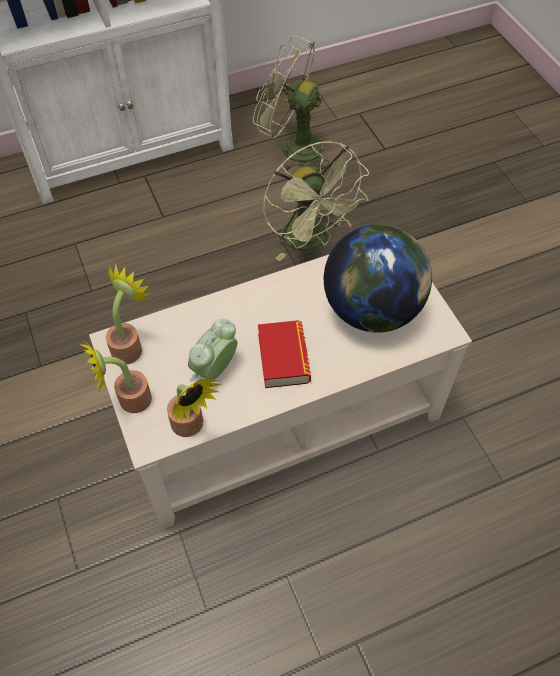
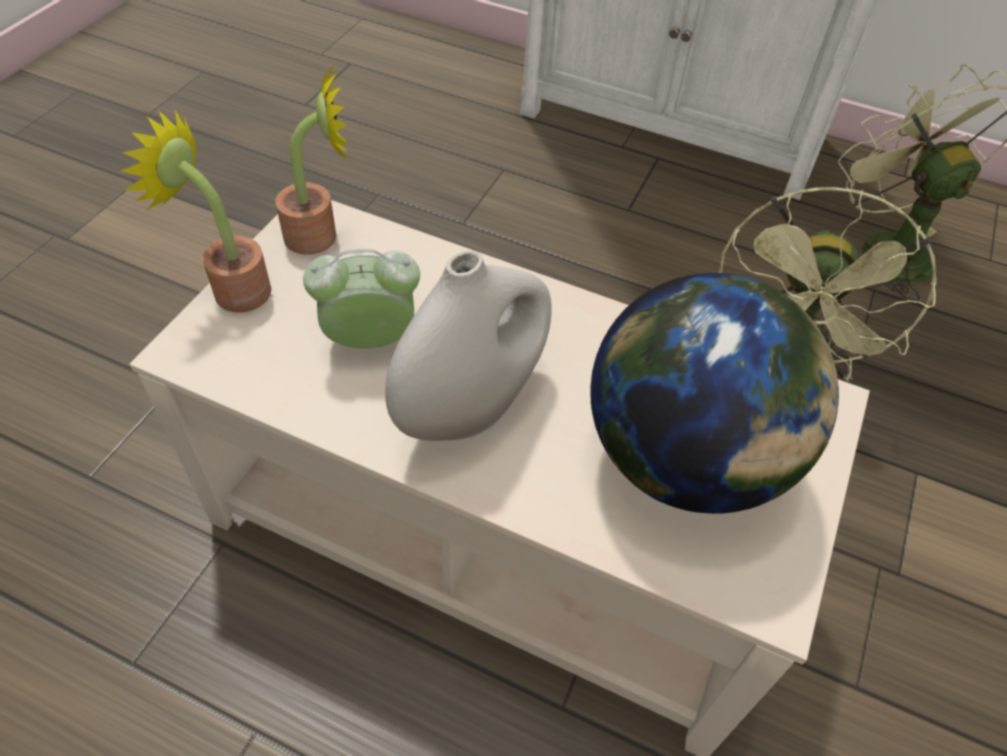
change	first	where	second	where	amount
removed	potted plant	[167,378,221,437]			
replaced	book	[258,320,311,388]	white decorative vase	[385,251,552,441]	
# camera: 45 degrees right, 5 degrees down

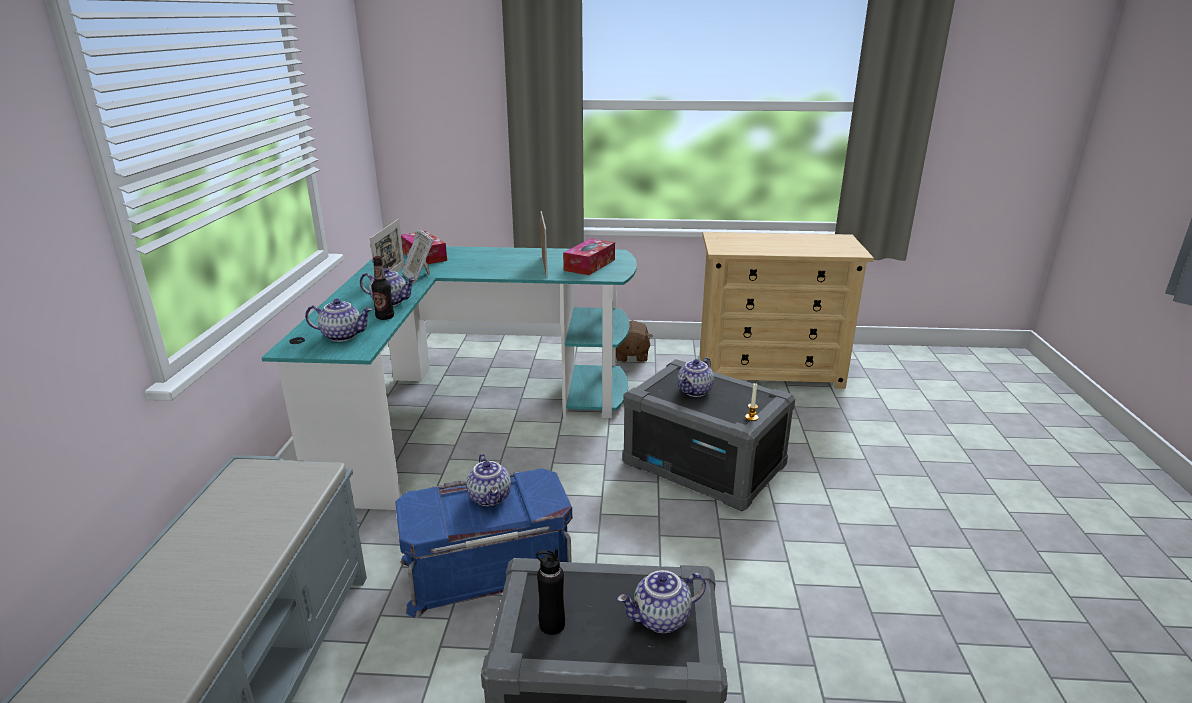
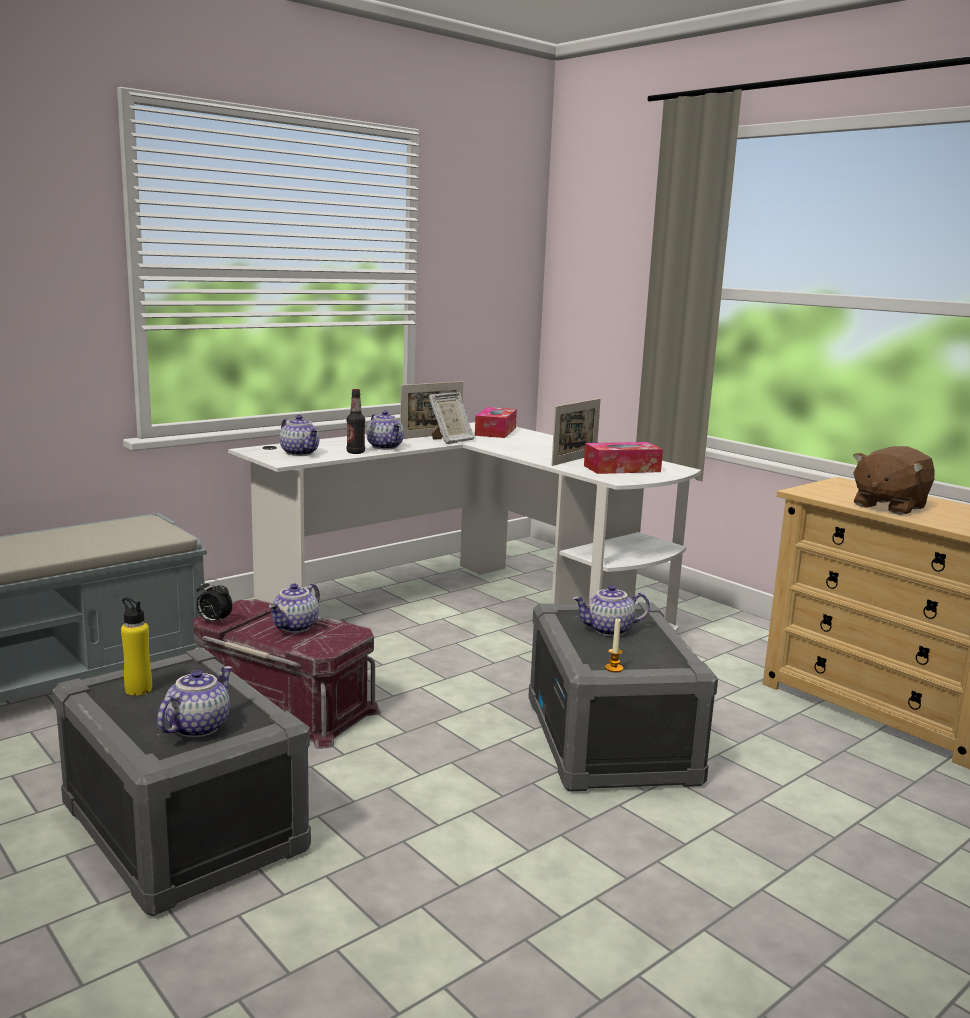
change	first	where	second	where	amount
recoloured	turquoise desk	[261,246,637,510]	white desk	[228,422,701,632]	
recoloured	bluish storage box	[395,468,572,618]	red storage box	[194,599,381,749]	
turned	picture frame	[402,230,434,284]		[428,392,474,444]	150 degrees counterclockwise
recoloured	blackish drink bottle	[536,548,565,635]	yellow drink bottle	[121,598,152,695]	
moved	brown-coloured soft toy	[616,320,652,362]		[853,446,935,515]	
turned	teapot	[617,570,706,633]		[157,666,233,737]	90 degrees clockwise
added			alarm clock	[196,578,233,624]	
# camera: 45 degrees right, 10 degrees down

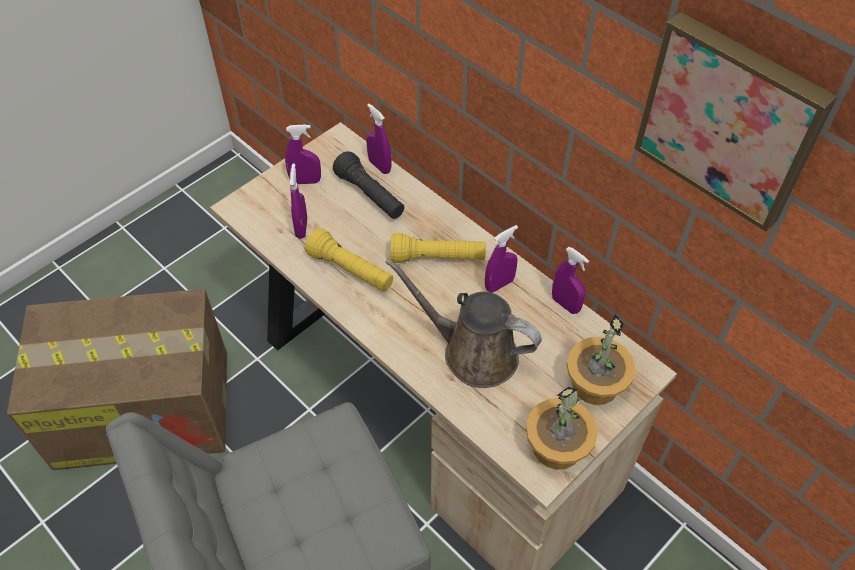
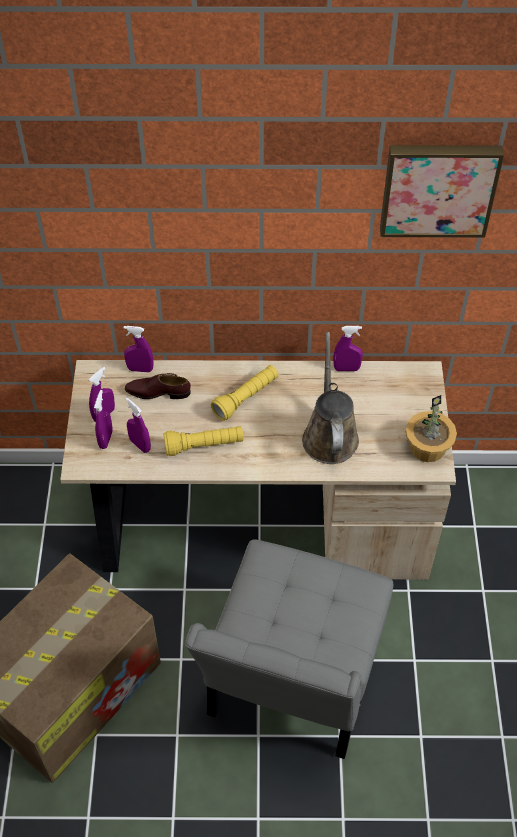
change	first	where	second	where	amount
replaced	blackish torch	[333,151,404,219]	brown-coloured shoe	[125,373,191,399]	
turned	brown-coloured watering can	[385,258,542,388]		[302,332,359,464]	105 degrees clockwise
moved	purple spray bottle	[485,225,518,293]		[94,390,113,449]	
removed	potted plant	[566,314,636,405]			
# camera: 45 degrees left, 0 degrees up

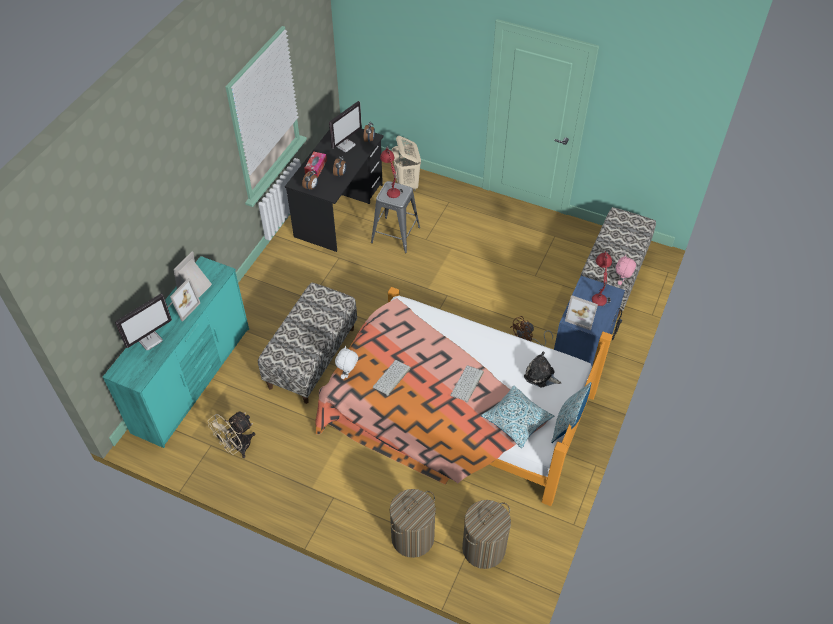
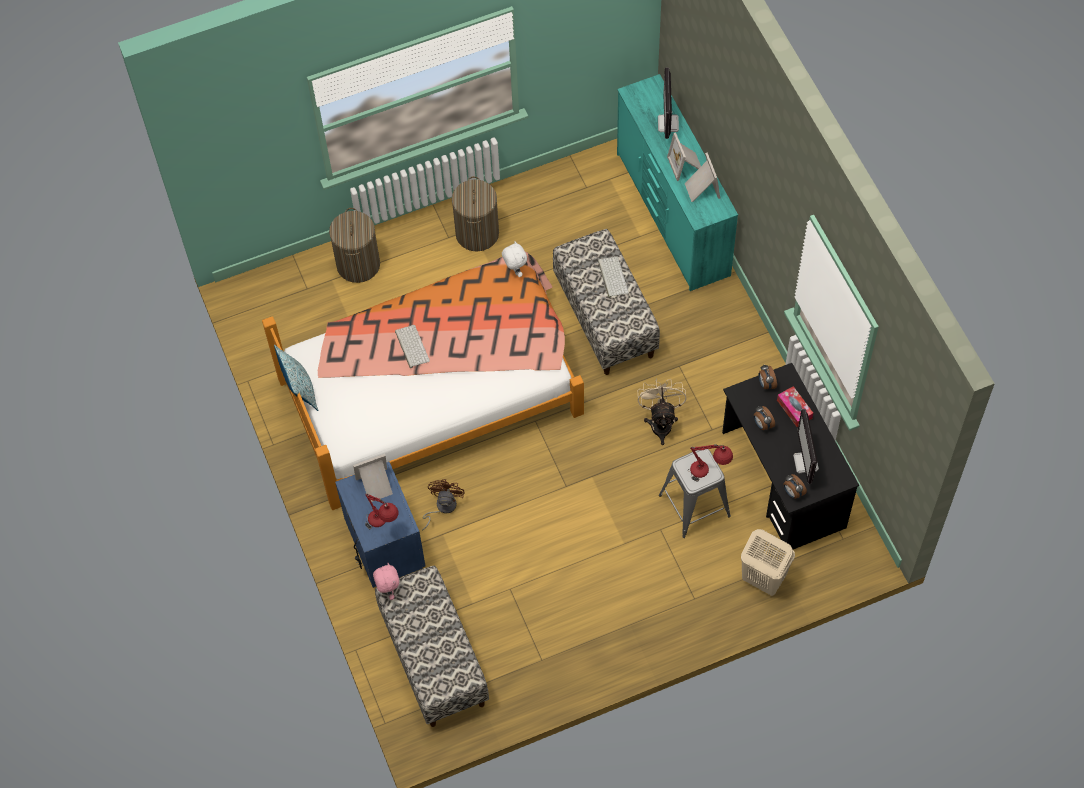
change	first	where	second	where	amount
moved	beige-coloured electric fan	[208,411,255,458]		[638,378,687,445]	
moved	computer keyboard	[373,360,411,396]		[598,256,629,298]	
moved	hamper	[462,500,511,569]		[452,176,499,252]	
removed	cushion	[481,386,554,448]			
removed	soft toy	[524,351,561,387]			
# camera: 135 degrees right, 10 degrees up

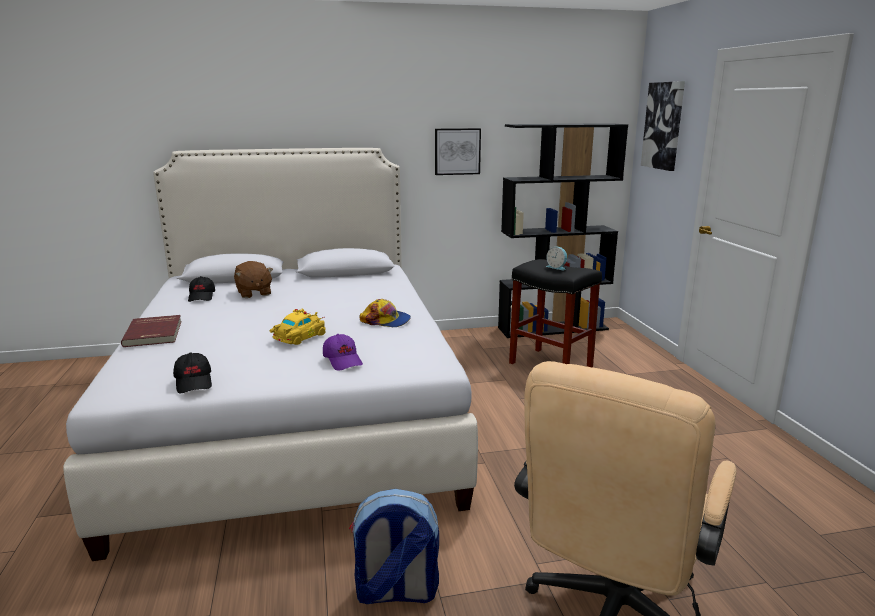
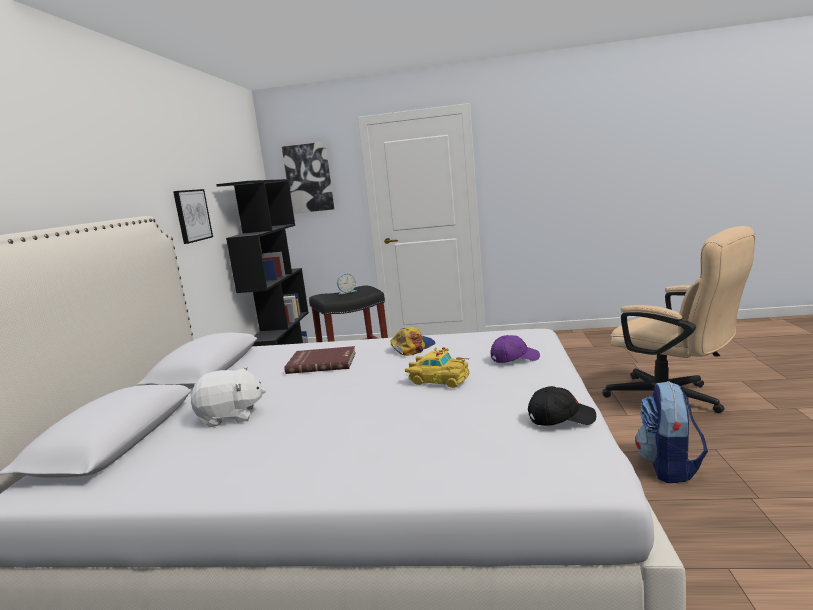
change	first	where	second	where	amount
moved	red book	[121,315,182,347]		[284,346,356,374]	
removed	blackish peaked cap	[188,276,215,302]			
recoloured	brown-coloured soft toy	[234,261,273,298]	white soft toy	[191,367,266,427]	
turned	yellow model car	[269,309,326,345]		[405,347,470,388]	150 degrees clockwise
# camera: 70 degrees left, 5 degrees down

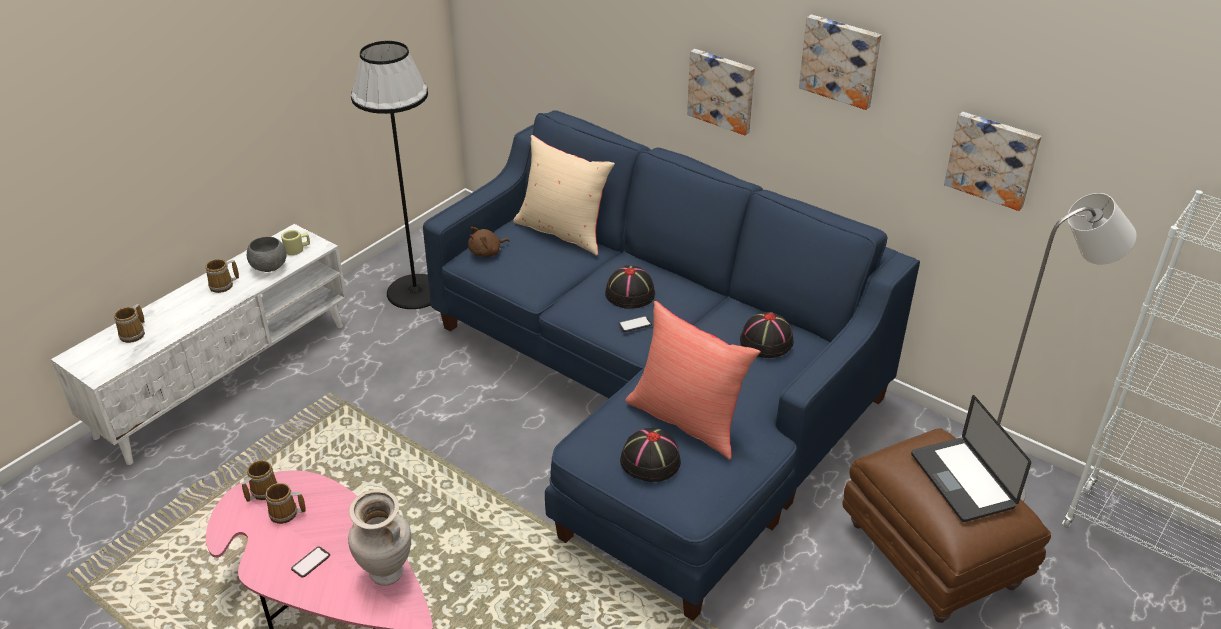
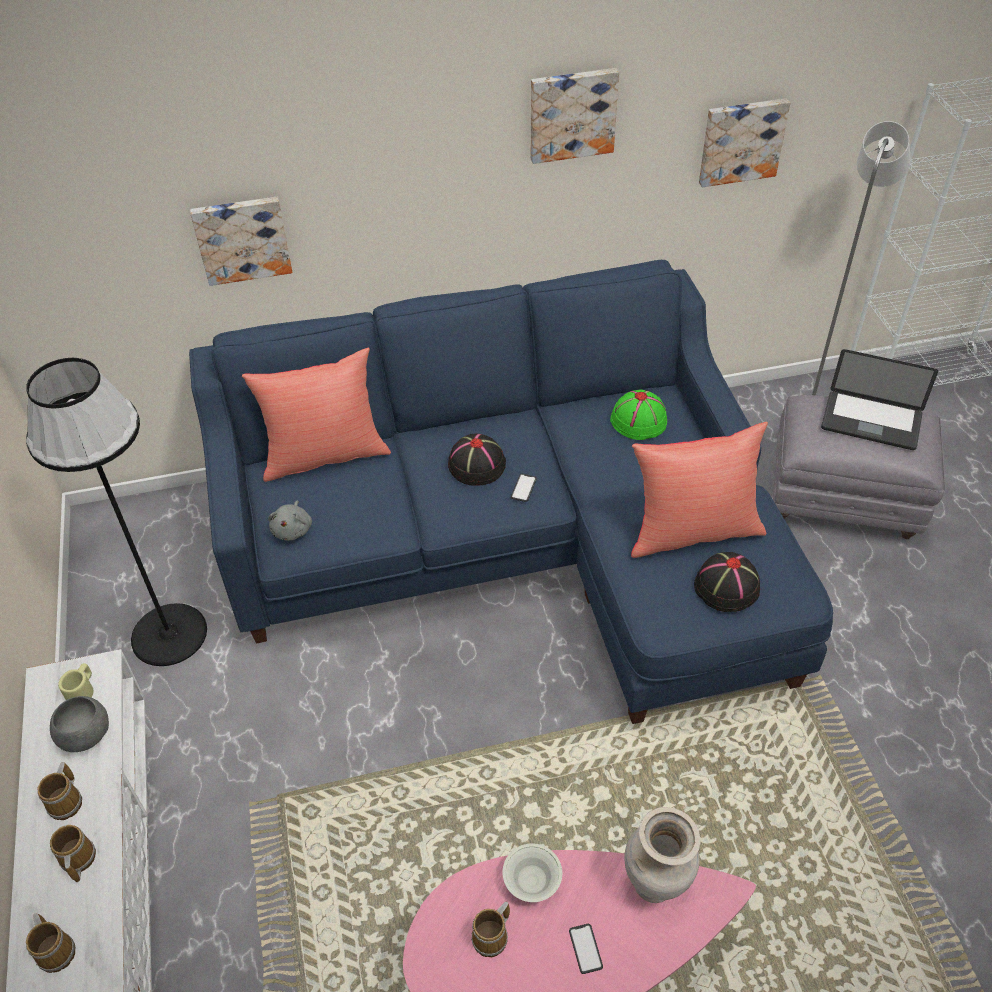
change	first	where	second	where	amount
moved	tea mug	[242,460,278,502]		[50,825,96,882]	
recoloured	brown-coloured soft toy	[468,227,510,257]	grey soft toy	[268,500,312,541]	
recoloured	beige-coloured cushion	[513,135,615,256]	red cushion	[242,348,391,482]	
moved	picture	[687,49,755,135]		[190,197,293,286]	
recoloured	blackish wearable hat	[740,312,794,358]	greenish wearable hat	[610,389,667,440]	
recoloured	brown-coloured ottoman	[842,428,1051,623]	grey ottoman	[773,395,945,539]	
added			white bowl	[502,843,562,902]	
# camera: 50 degrees left, 10 degrees up

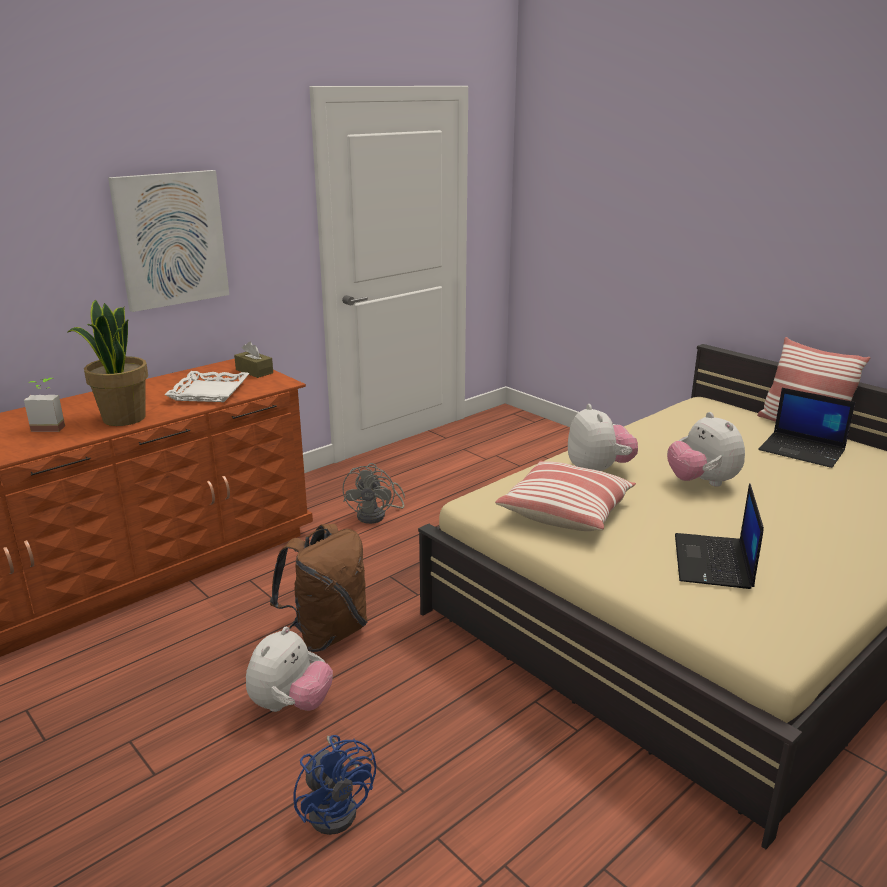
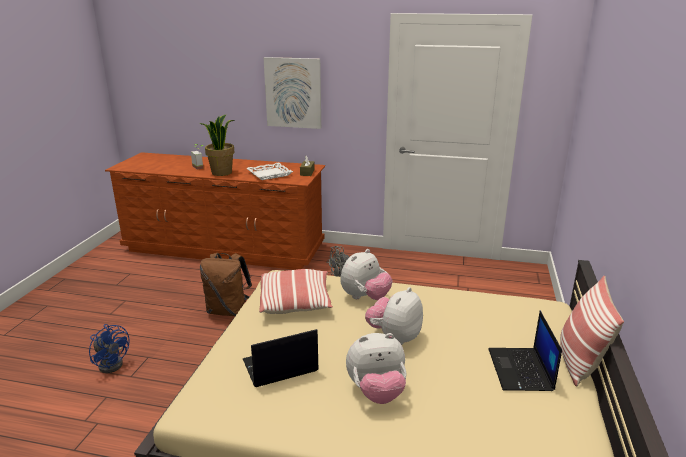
change	first	where	second	where	amount
moved	soft toy	[246,627,333,712]		[346,333,407,404]	
turned	bluish electric fan	[293,735,376,835]		[89,324,130,373]	75 degrees counterclockwise
# camera: 55 degrees right, 0 degrees up

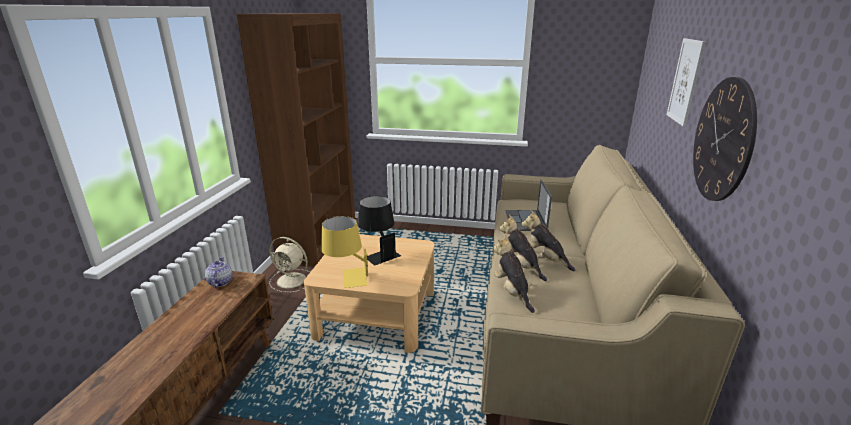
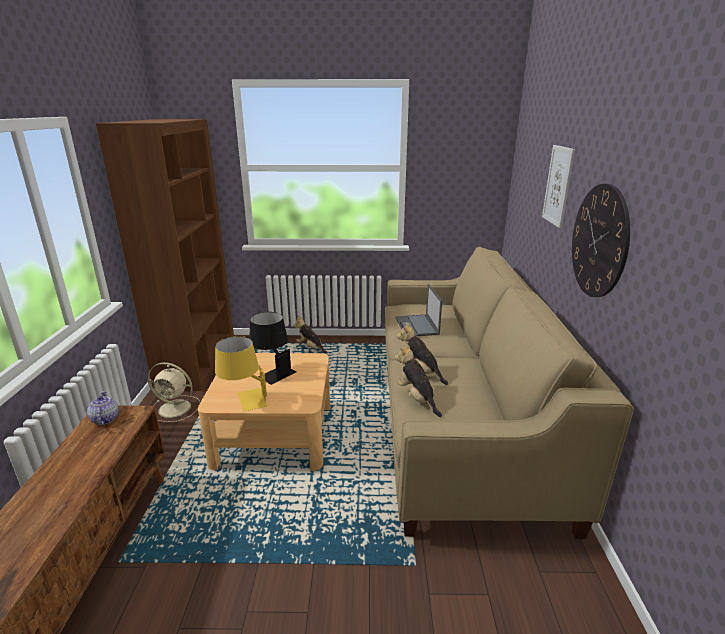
change	first	where	second	where	amount
moved	soft toy	[521,210,575,272]		[293,316,328,354]	
# camera: 10 degrees left, 0 degrees up

